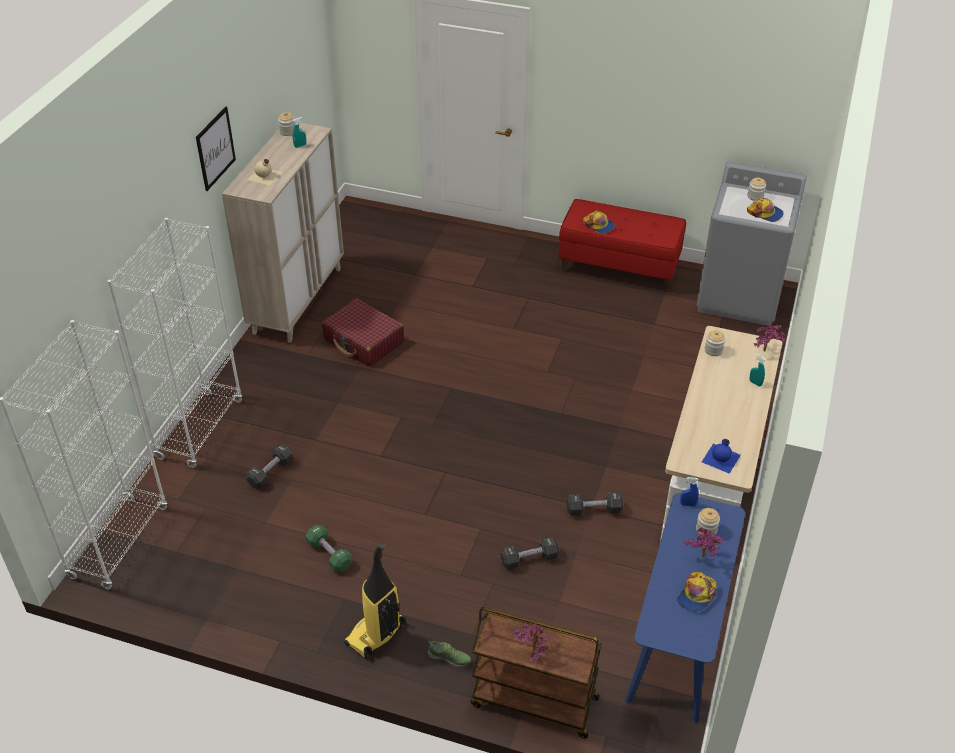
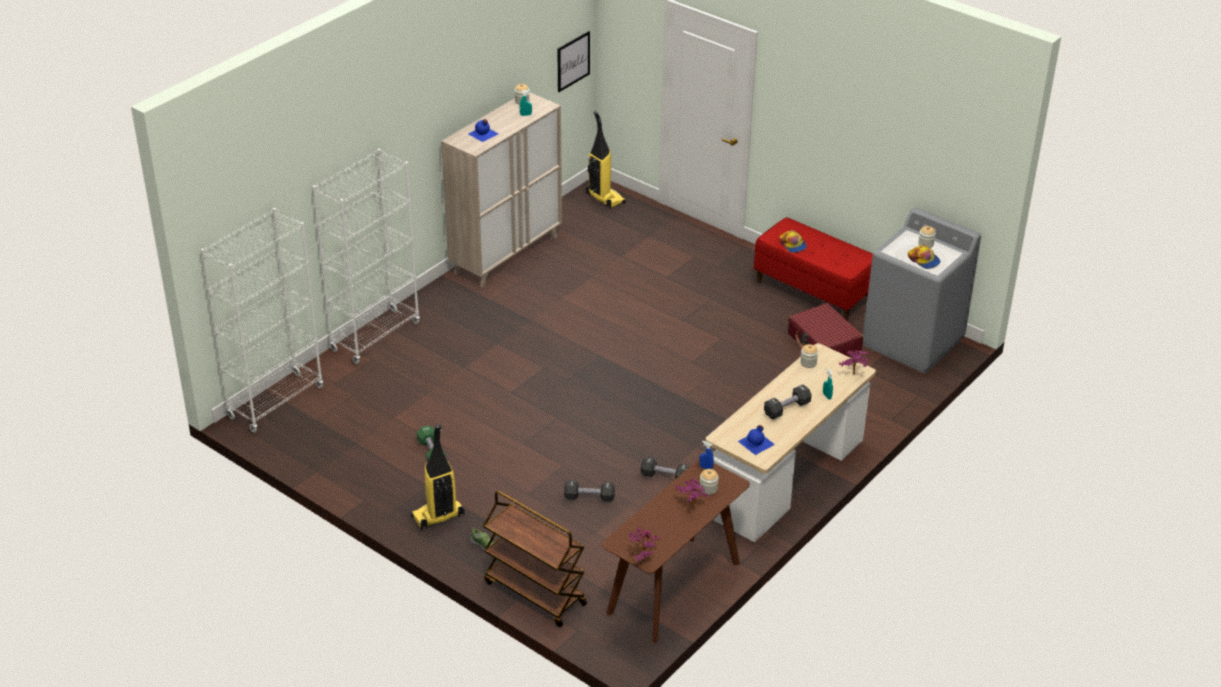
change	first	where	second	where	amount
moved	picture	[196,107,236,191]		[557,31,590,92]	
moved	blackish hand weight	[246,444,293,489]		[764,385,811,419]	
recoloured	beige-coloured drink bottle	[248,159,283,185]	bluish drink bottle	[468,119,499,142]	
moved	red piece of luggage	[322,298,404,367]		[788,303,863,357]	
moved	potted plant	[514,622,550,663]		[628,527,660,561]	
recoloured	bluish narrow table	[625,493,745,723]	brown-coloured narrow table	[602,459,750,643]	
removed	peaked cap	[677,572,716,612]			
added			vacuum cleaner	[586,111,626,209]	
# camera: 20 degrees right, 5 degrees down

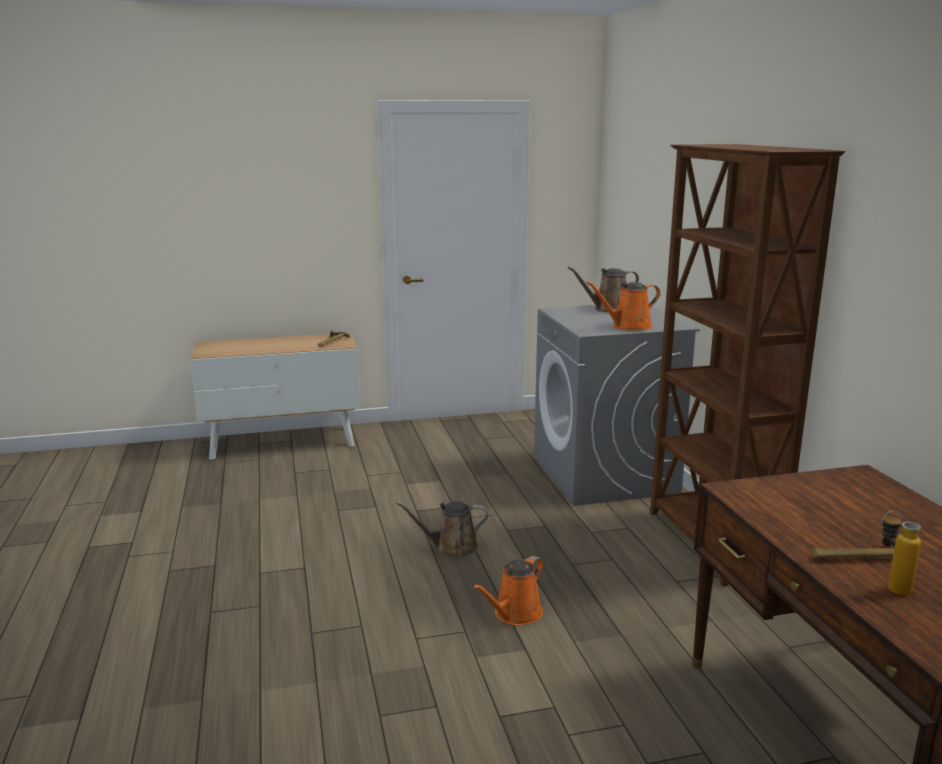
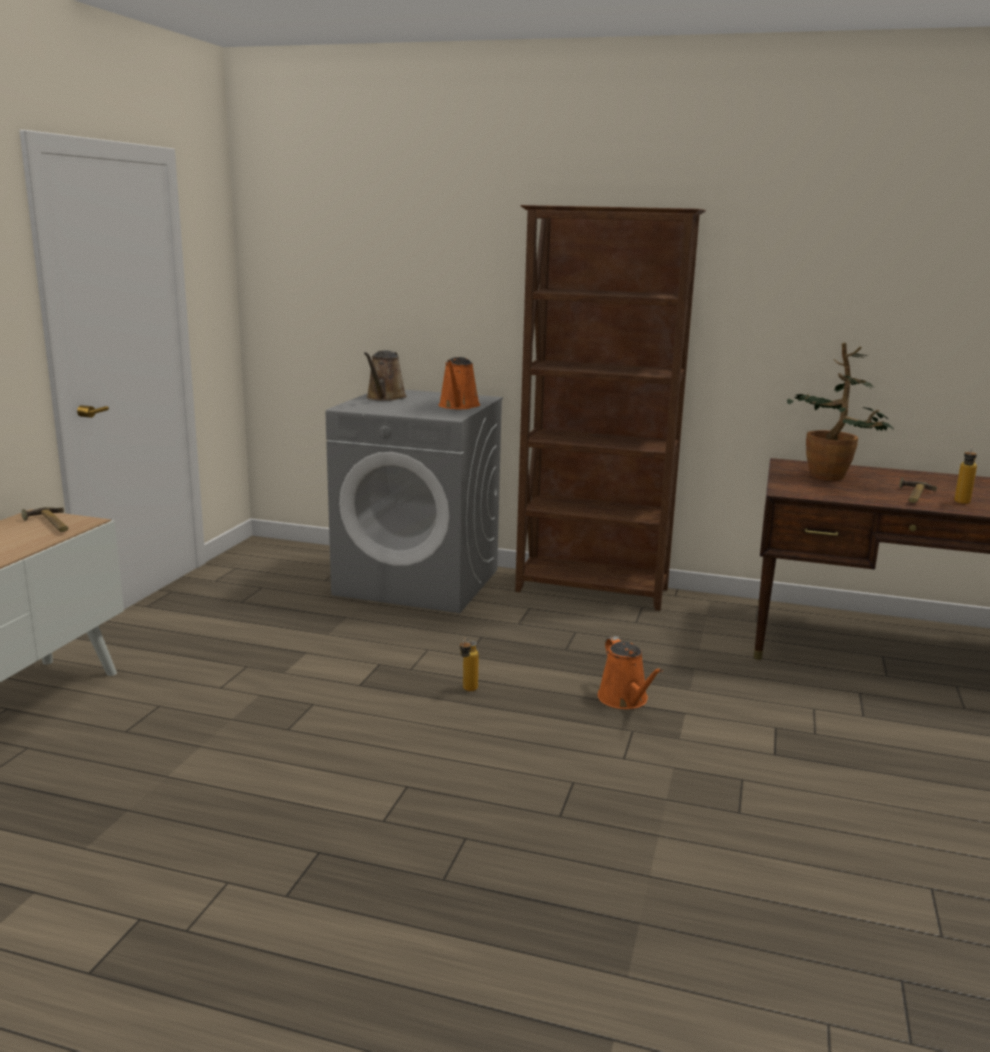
change	first	where	second	where	amount
replaced	brown-coloured watering can	[396,501,488,557]	drink bottle	[460,638,479,691]	
added			potted plant	[787,343,894,481]	
# camera: 60 degrees left, 0 degrees up

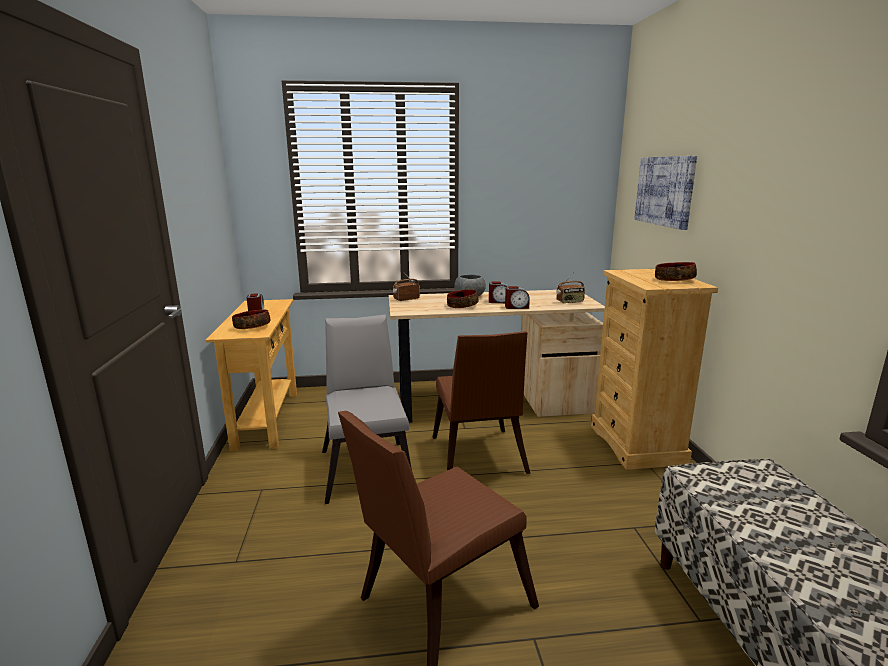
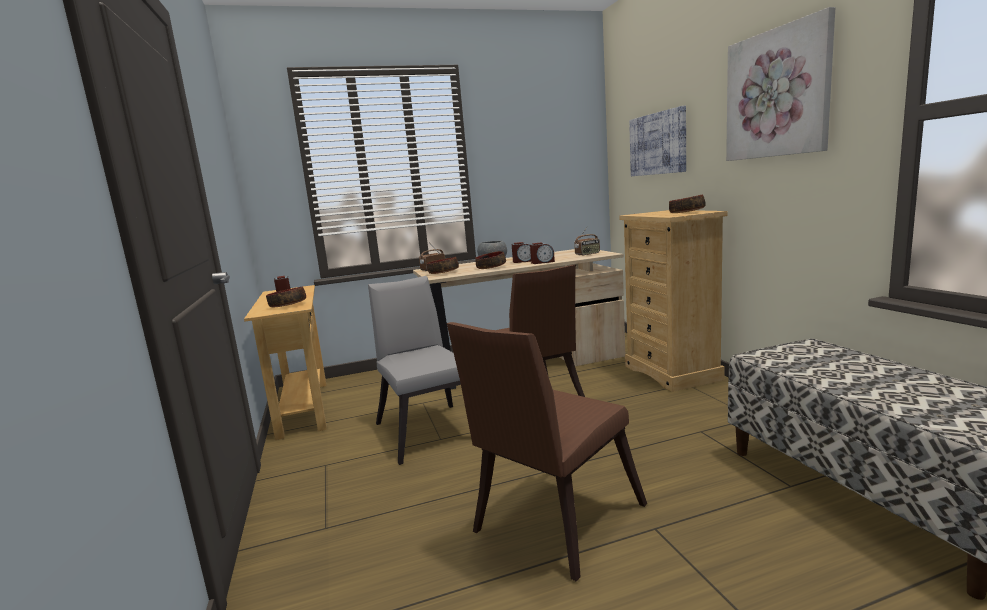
change	first	where	second	where	amount
added			bowl	[427,257,459,274]	
added			picture	[726,7,835,161]	
# camera: 10 degrees left, 5 degrees down

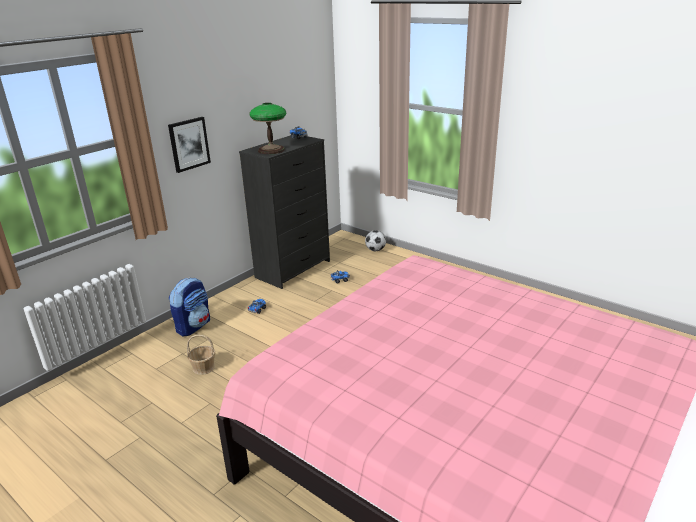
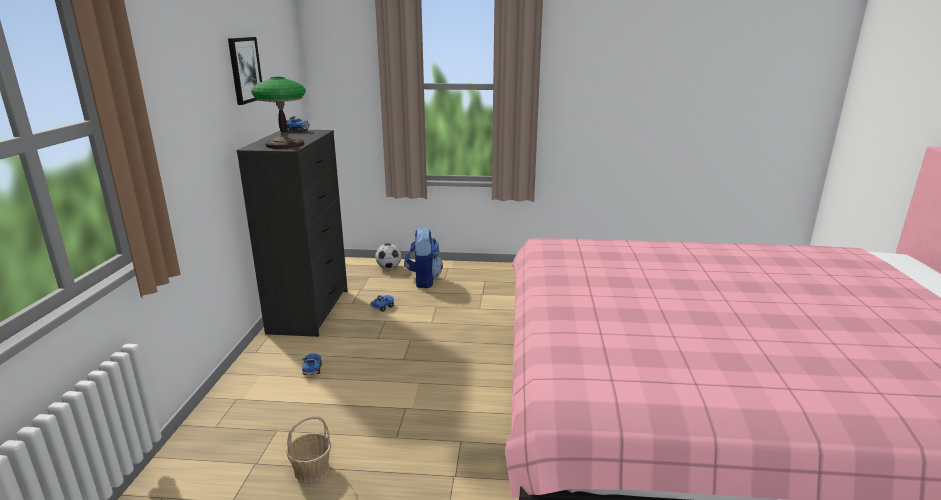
change	first	where	second	where	amount
moved	picture	[168,117,211,173]		[228,37,262,105]	
moved	backpack	[169,277,210,336]		[404,227,443,288]	
# camera: 35 degrees left, 5 degrees down

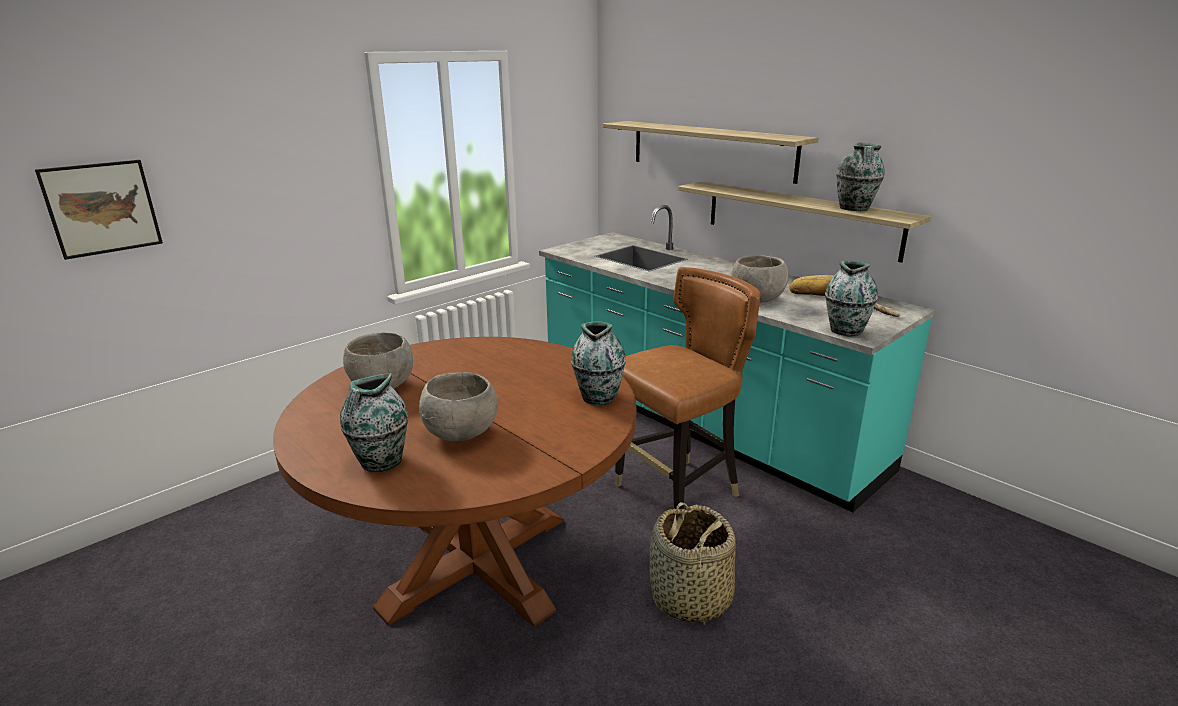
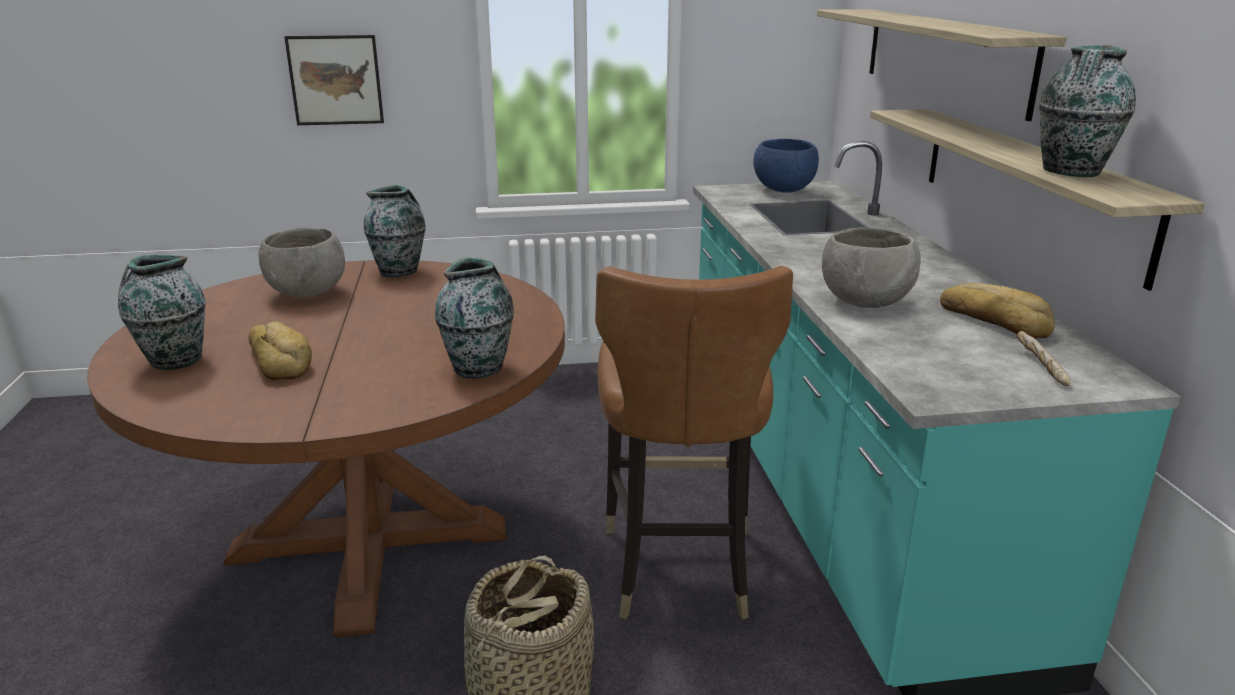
change	first	where	second	where	amount
moved	picture	[35,160,163,260]		[284,35,384,125]	
replaced	grey bowl	[419,372,498,441]	bakery bread	[248,321,312,380]	
turned	brown-coloured chair	[615,267,760,509]		[595,266,793,620]	90 degrees clockwise
moved	decorative vase	[825,261,878,337]		[364,185,426,277]	
added			bluish bowl	[753,139,819,193]	
# camera: 35 degrees right, 0 degrees up

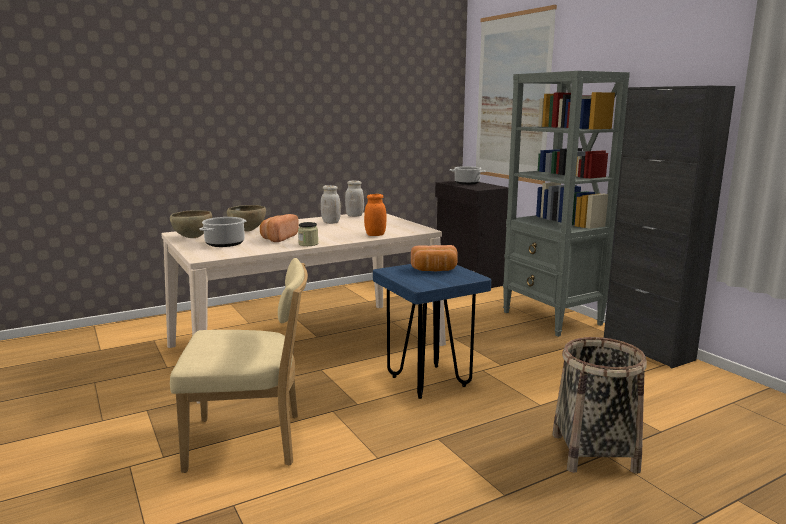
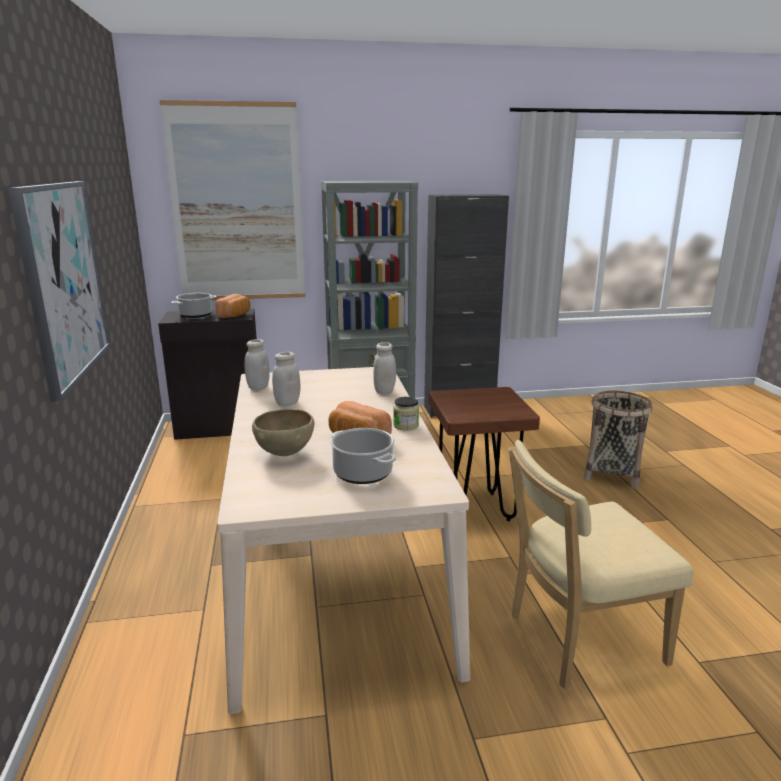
change	first	where	second	where	amount
removed	brown-coloured bowl	[170,210,212,238]			
turned	beige-coloured chair	[170,258,308,473]		[509,440,693,689]	120 degrees counterclockwise
recoloured	orangey jar	[364,194,387,236]	white jar	[373,342,396,394]	
recoloured	bluish sitting stool	[373,264,491,399]	brown-coloured sitting stool	[429,387,540,521]	
moved	bakery bread	[411,245,458,271]		[215,294,250,318]	
added			picture	[8,181,111,402]	
# camera: 70 degrees left, 5 degrees up

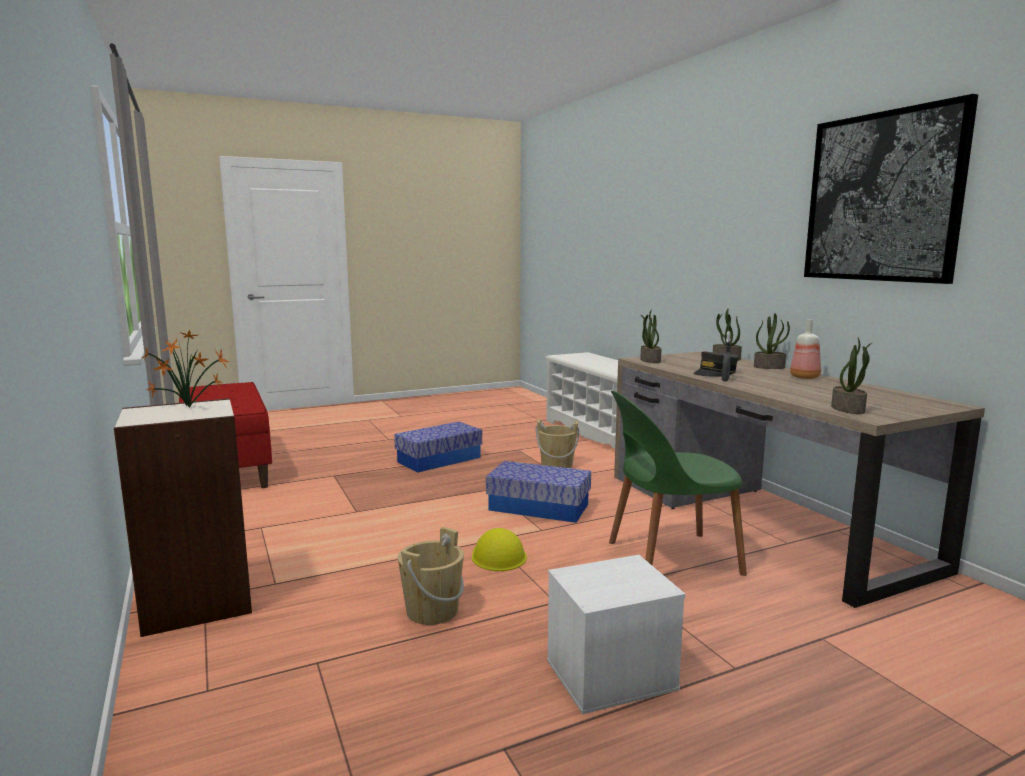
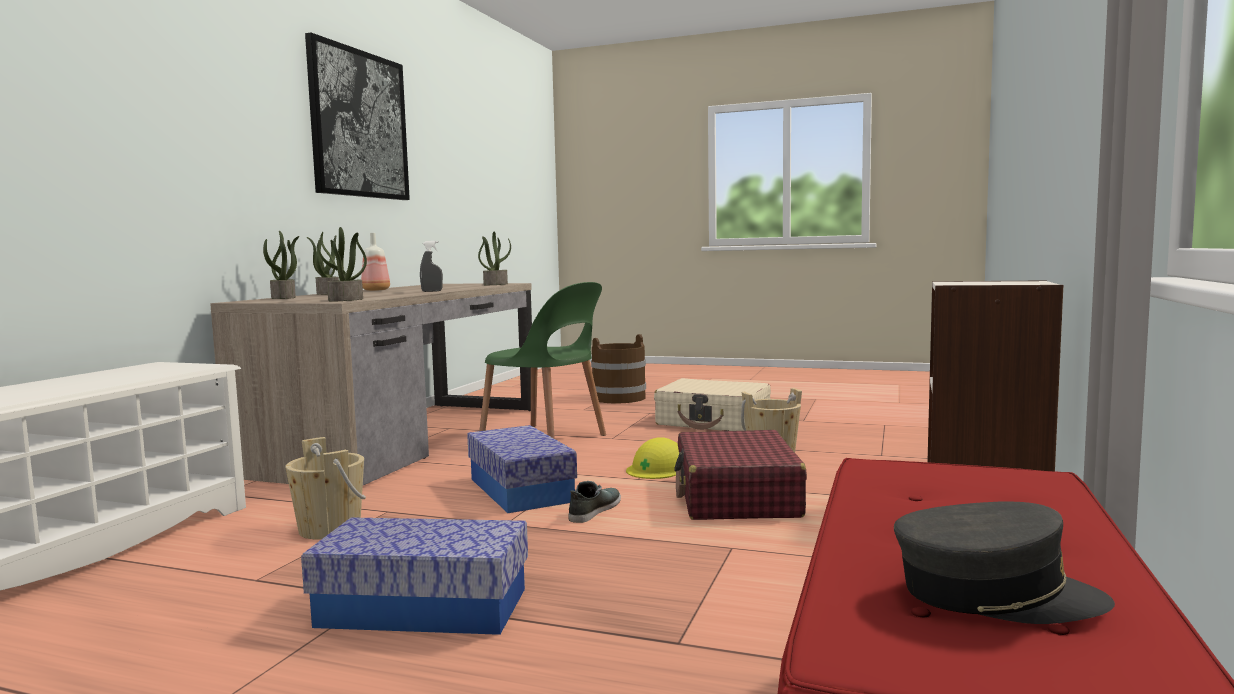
change	first	where	second	where	amount
removed	potted plant	[142,330,230,407]			
replaced	white storage box	[547,555,686,714]	beige-coloured piece of luggage	[654,378,771,431]	
moved	grey peaked cap	[693,351,739,376]		[894,501,1115,624]	
added			shoe	[569,481,621,523]	
added			brown-coloured bucket	[591,334,646,403]	
added			red piece of luggage	[675,430,807,520]	
# camera: 135 degrees left, 5 degrees down

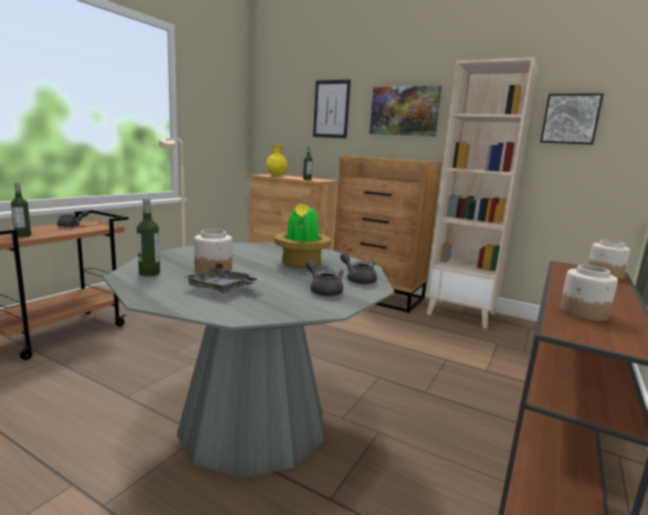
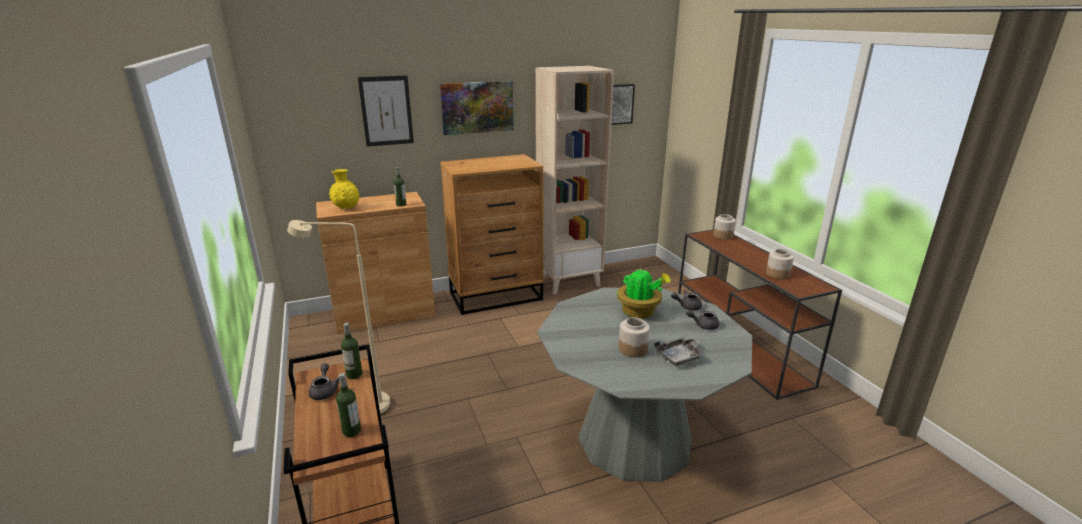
change	first	where	second	where	amount
moved	drink bottle	[137,198,160,277]		[341,323,362,379]	
# camera: 50 degrees left, 10 degrees up

